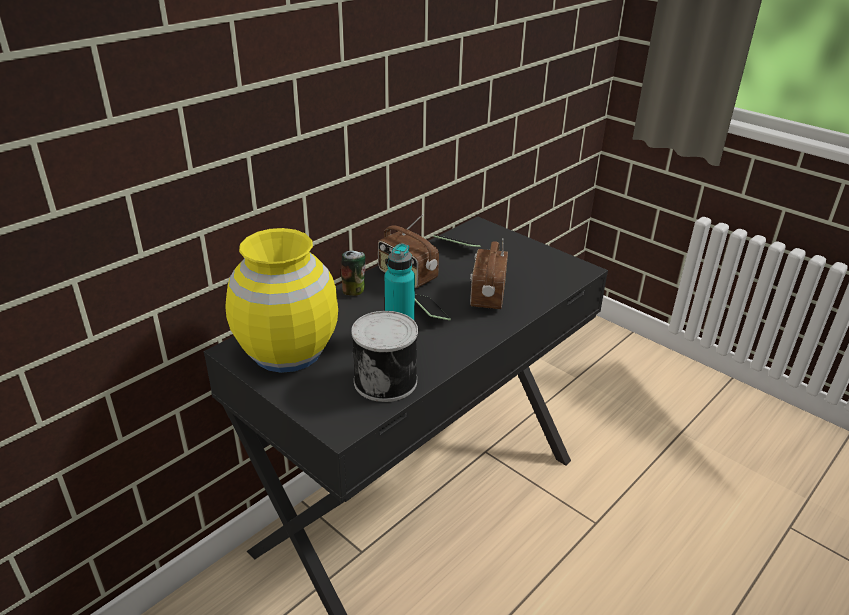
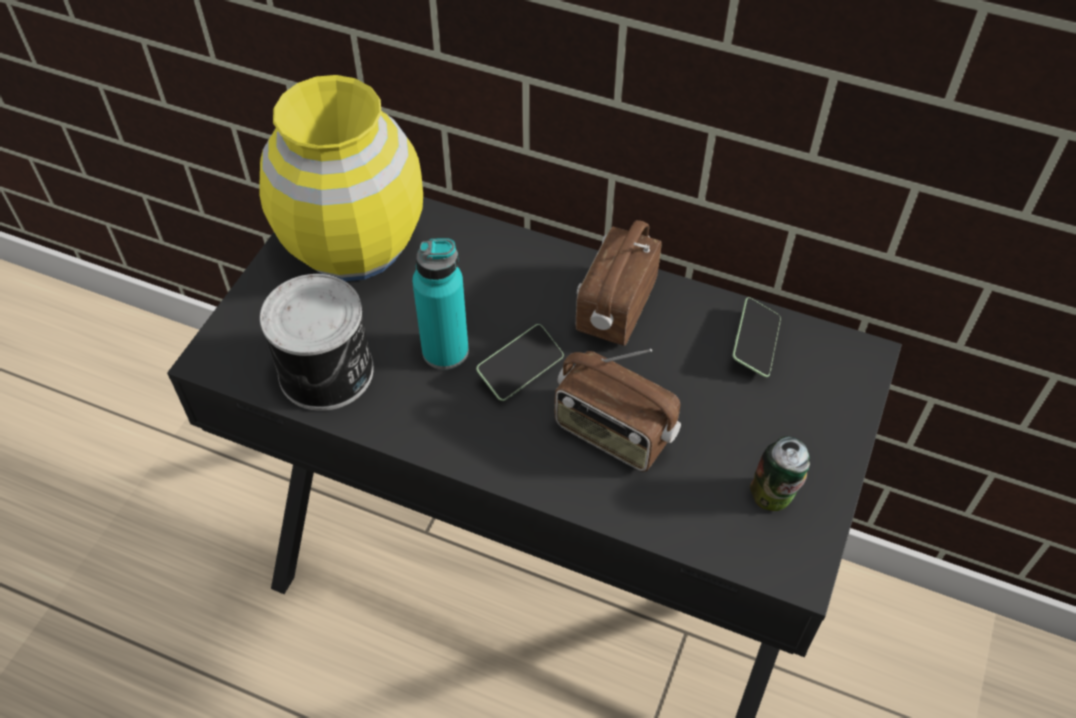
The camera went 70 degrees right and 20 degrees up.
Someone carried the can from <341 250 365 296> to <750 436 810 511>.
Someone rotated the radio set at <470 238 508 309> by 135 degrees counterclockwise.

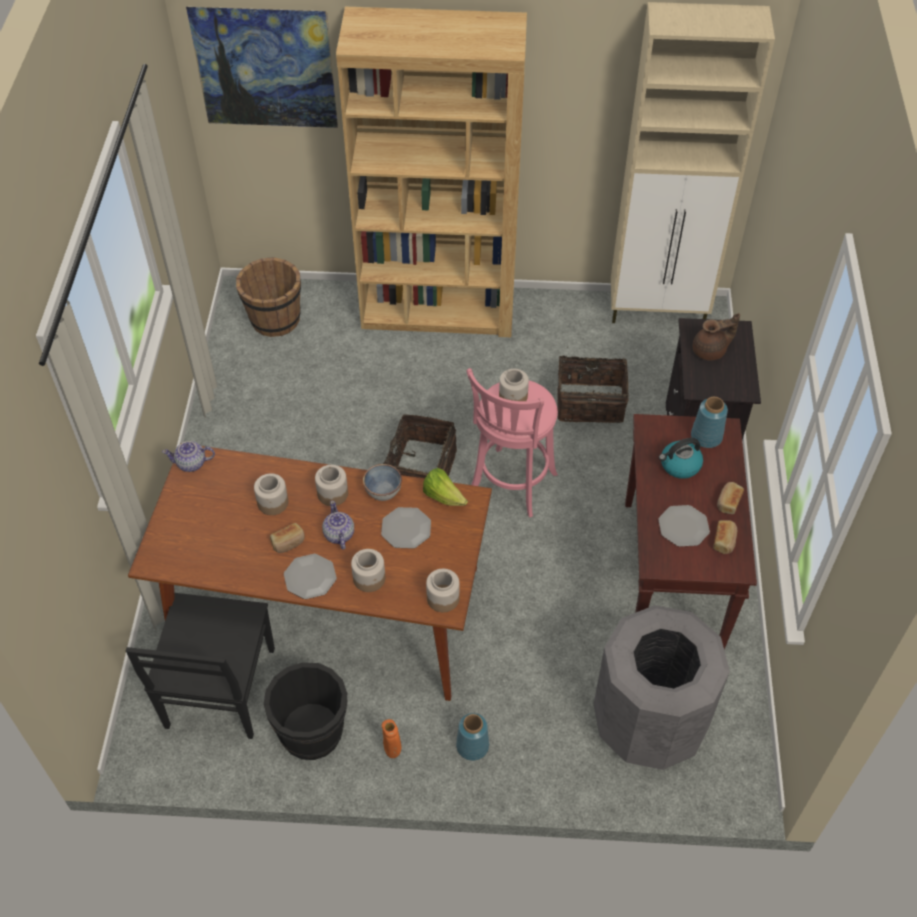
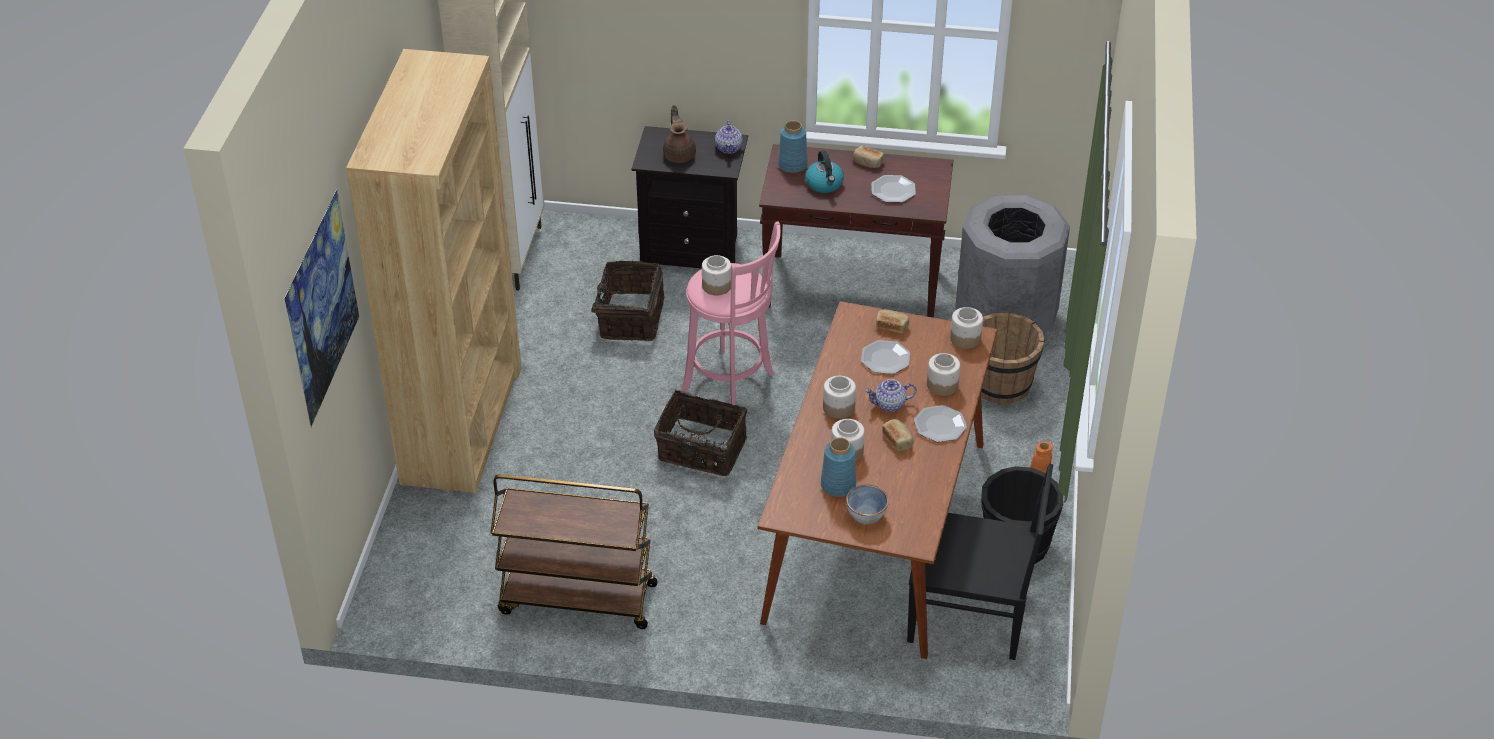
The camera went 85 degrees left and 10 degrees down.
Someone took away the lettuce at <423 468 468 506>.
Someone put down the cart in brown at <490 474 658 629>.
Someone carried the pot for tea from <162 441 215 472> to <715 120 743 154>.
Someone carried the bucket in brown from <236 257 301 337> to <981 312 1045 404>.
Someone carried the serving bowl from <363 464 402 501> to <846 485 889 524>.
Someone carried the decorative vase in bluish from <456 713 489 761> to <821 437 856 497>.
Someone carried the bread from <713 520 737 554> to <876 310 909 333>.

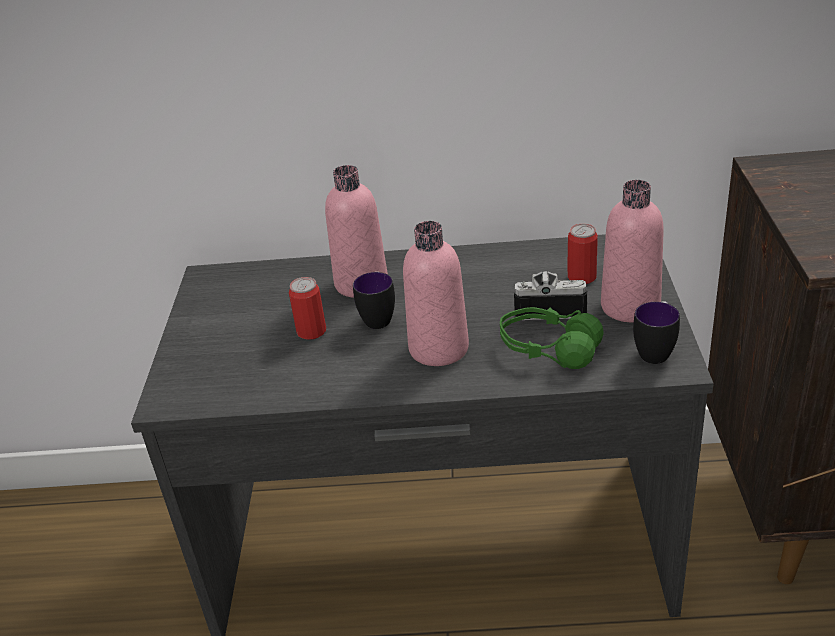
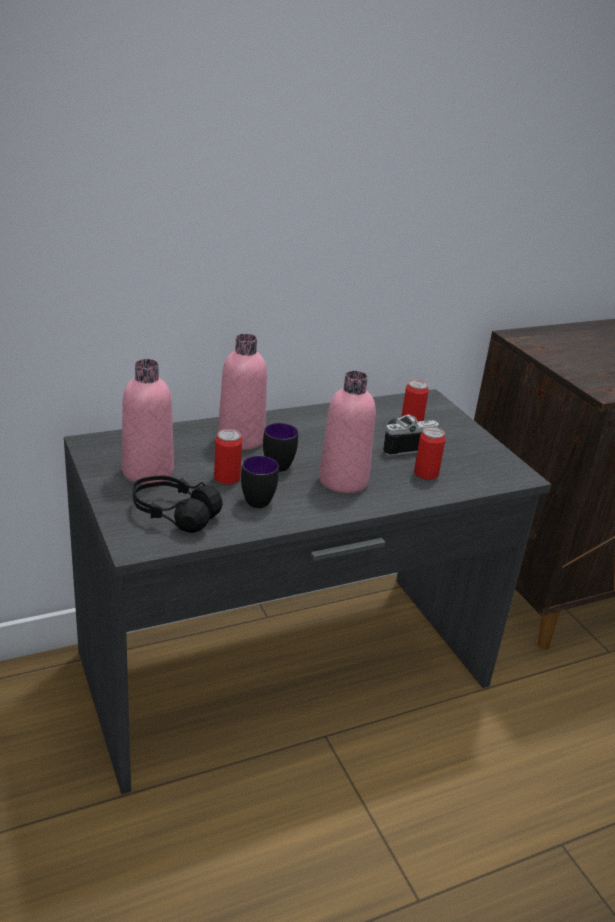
The camera went 30 degrees left and 5 degrees down.
Someone put down the headset in black at <133 475 223 533>.
Someone carried the bottle in pink-coloured from <601 180 664 322> to <122 359 174 484>.
Someone carried the coffee mug from <633 301 680 364> to <241 456 279 508>.
Someone swapped the headset in greenish at <500 307 604 369> for the can at <414 427 446 480>.

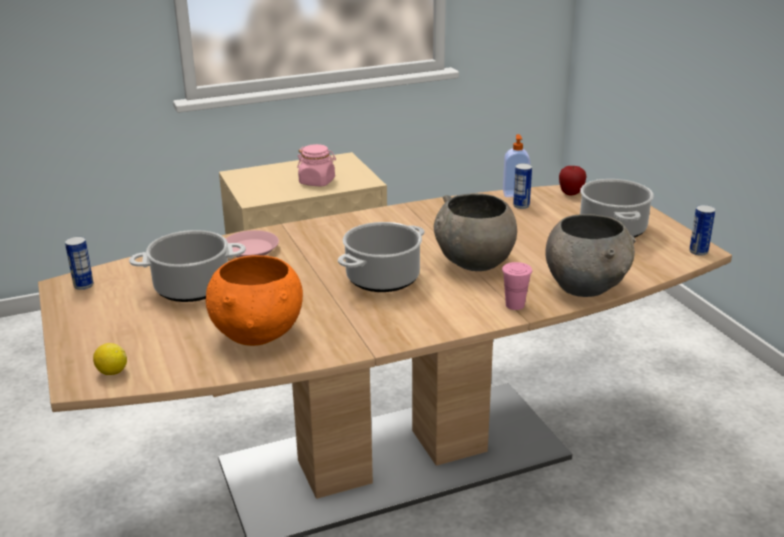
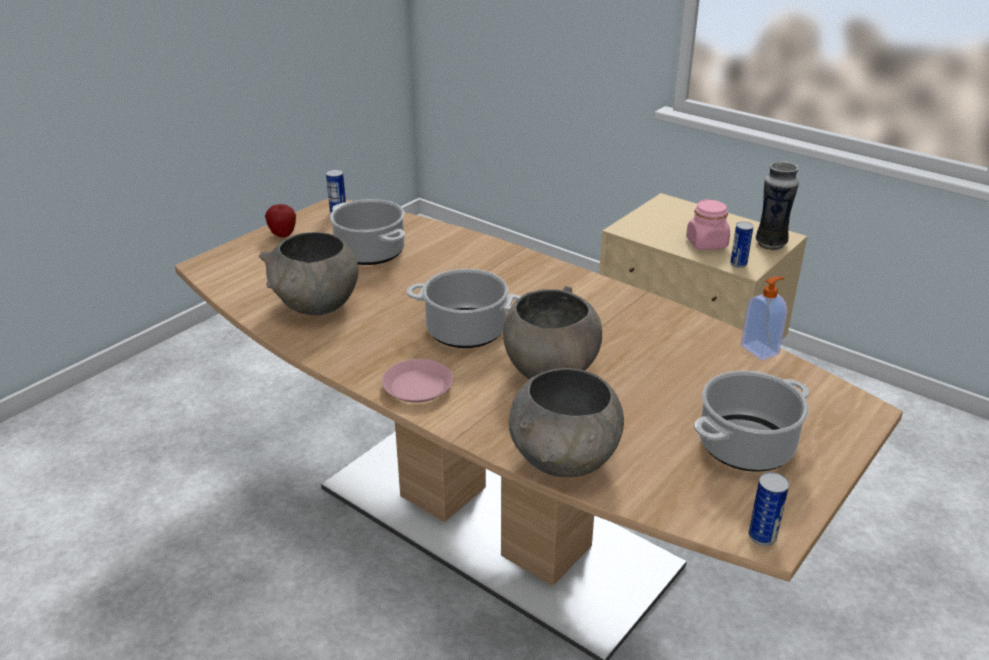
The camera went 60 degrees right and 5 degrees up.
Someone took away the whole lemon at <93 343 127 375>.
Someone took away the small cup in pink-coloured at <502 262 532 310>.
Someone put down the decorative vase at <756 161 799 250>.
Someone carried the flat dish in pink-coloured from <226 230 279 258> to <382 359 453 403>.
Someone carried the can from <513 163 532 209> to <730 222 754 268>.
Someone carried the whole apple from <559 166 587 195> to <265 204 296 237>.
Someone repainted the serving bowl in orange-coloured at <206 255 303 346>, which became the serving bowl in greyish at <259 232 358 315>.

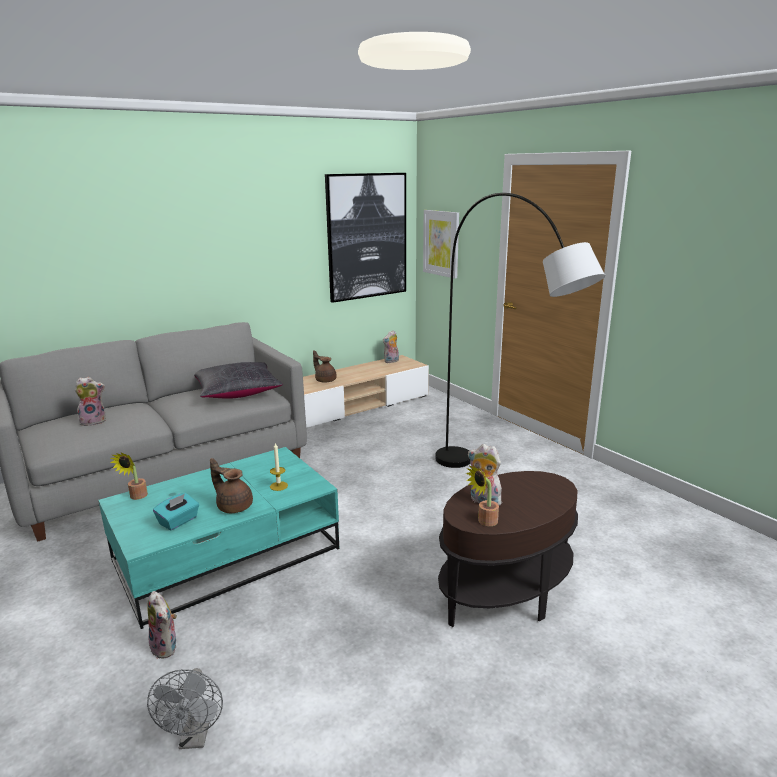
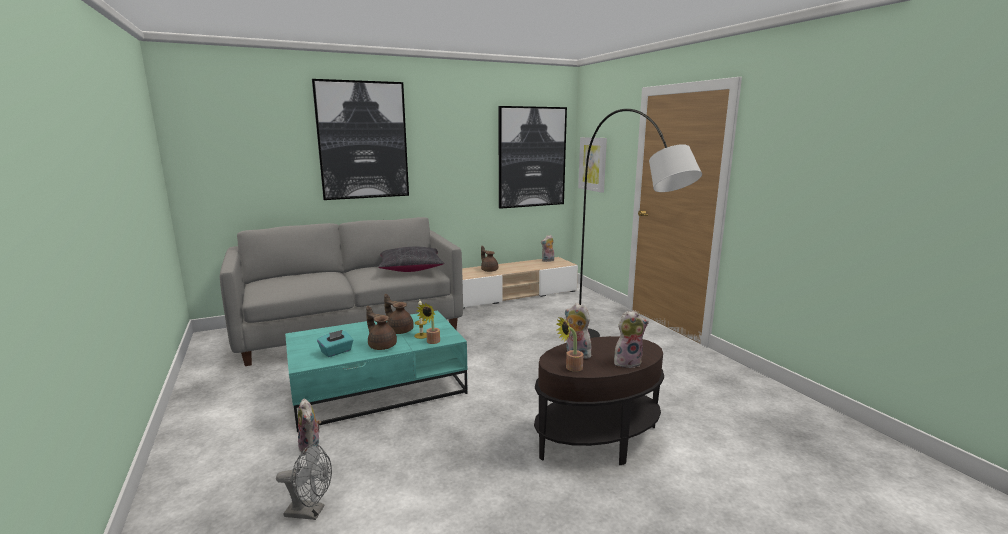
The camera went 10 degrees right and 5 degrees down.
Someone put up the picture at <312 79 409 200>.
Someone put down the pot for tea in brown at <384 294 414 334>.
Someone carried the soft toy from <75 377 106 427> to <614 311 649 368>.
Someone carried the houseplant from <110 452 148 500> to <416 303 440 344>.
Someone rotated the electric fan in greyish at <147 668 223 749> by 90 degrees counterclockwise.

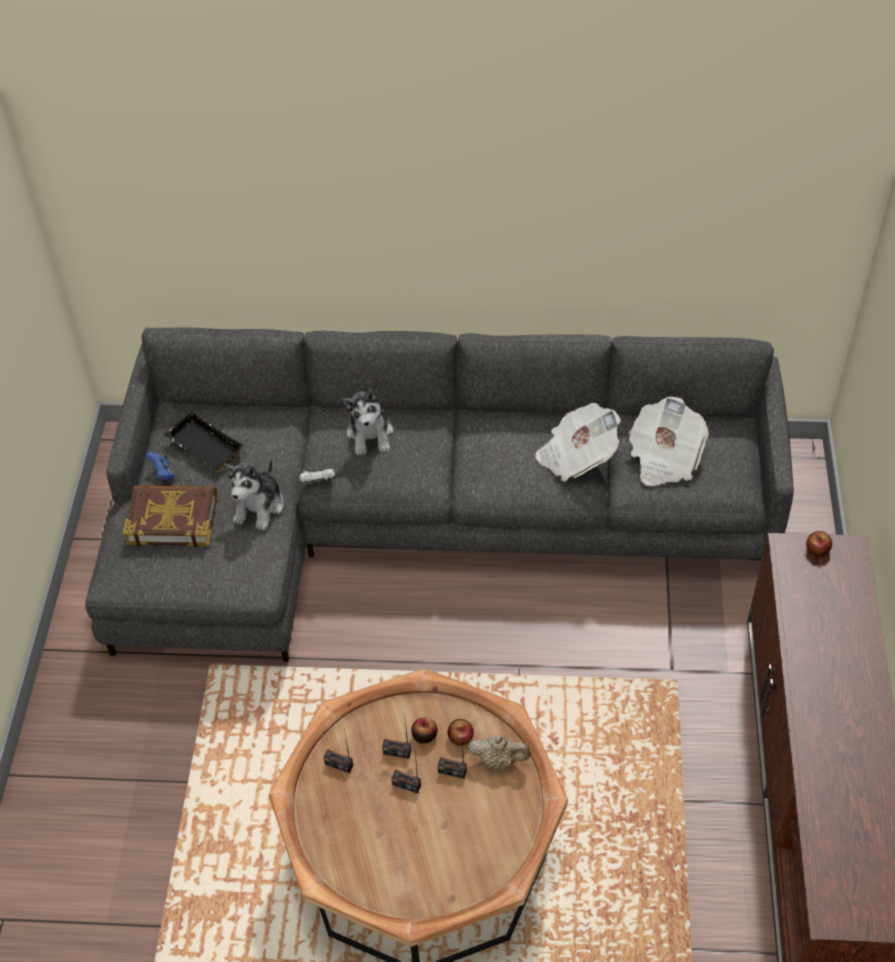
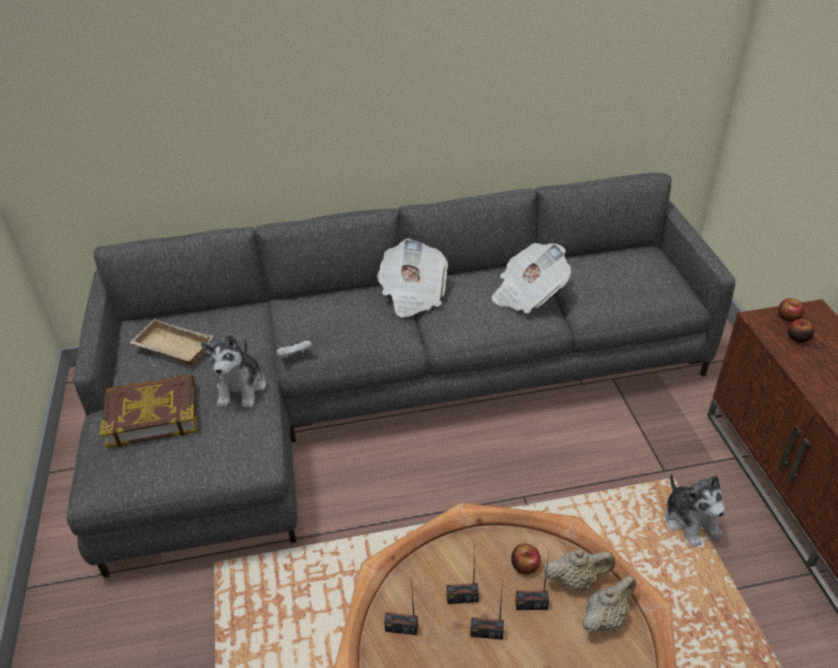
The camera went 15 degrees left and 10 degrees down.
Someone took away the joypad in bluish at <146 452 175 480>.
Someone put down the pot for tea in sand-coloured at <583 575 636 633>.
Someone carried the soft toy from <342 387 393 455> to <665 473 725 547>.
Someone carried the whole apple from <411 717 437 744> to <787 319 814 343>.
Someone carried the printed paper from <628 397 709 486> to <377 238 448 317>.
Someone repainted the carrying tray in black at <163 411 243 471>, which became the carrying tray in sand-coloured at <129 319 213 365>.

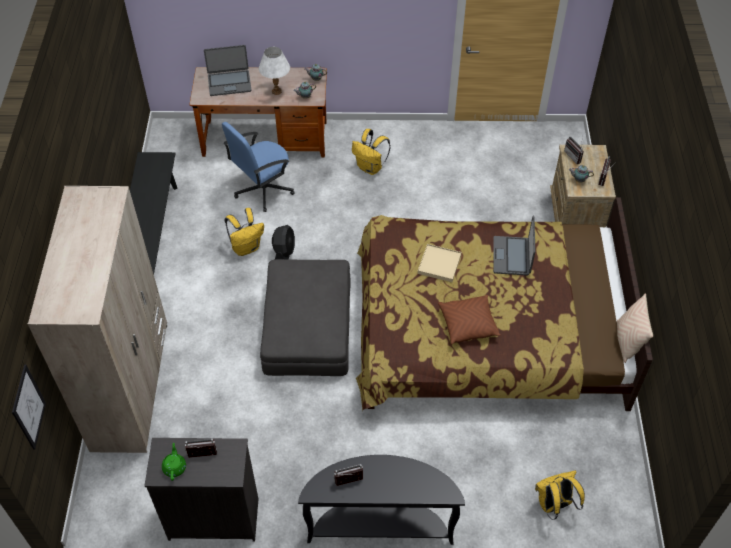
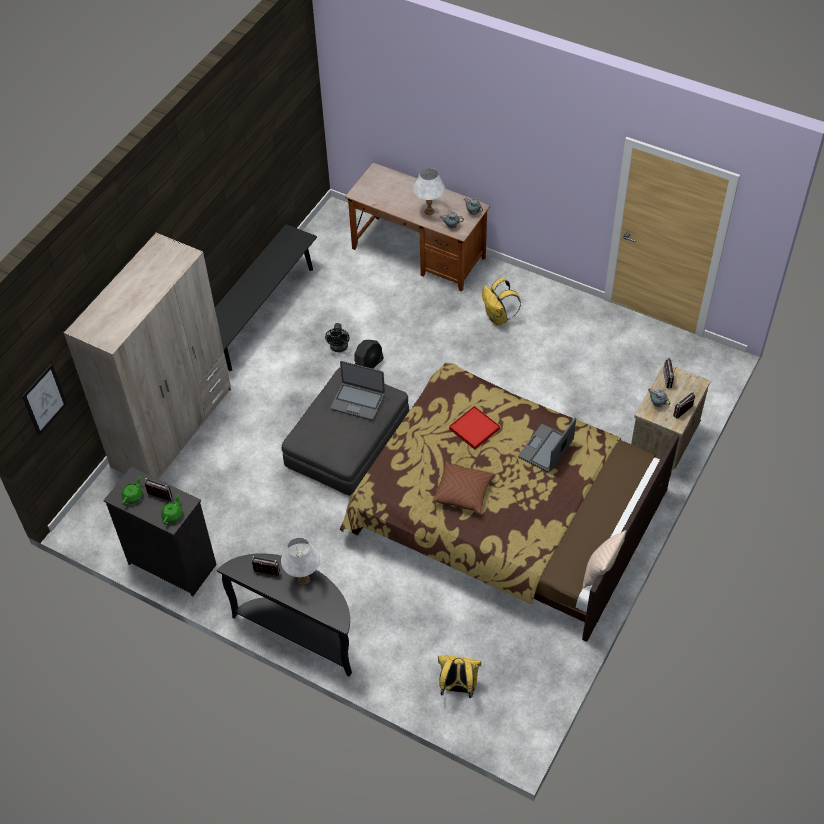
The camera went 30 degrees right and 0 degrees up.
Someone took away the desk chair in bluish at <222 122 295 212>.
Someone put down the pot for tea in greenish at <161 494 183 525>.
Someone put down the table lamp in white-coloured at <281 538 320 585>.
Someone carried the notebook computer from <204 45 252 96> to <331 361 385 420>.
Someone swapped the knapsack in yellowish at <225 208 264 256> for the electric fan in black at <325 323 350 352>.
Someone repainted the carrying tray in sand-coloured at <418 244 462 282>, which became the carrying tray in red-coloured at <449 406 500 450>.

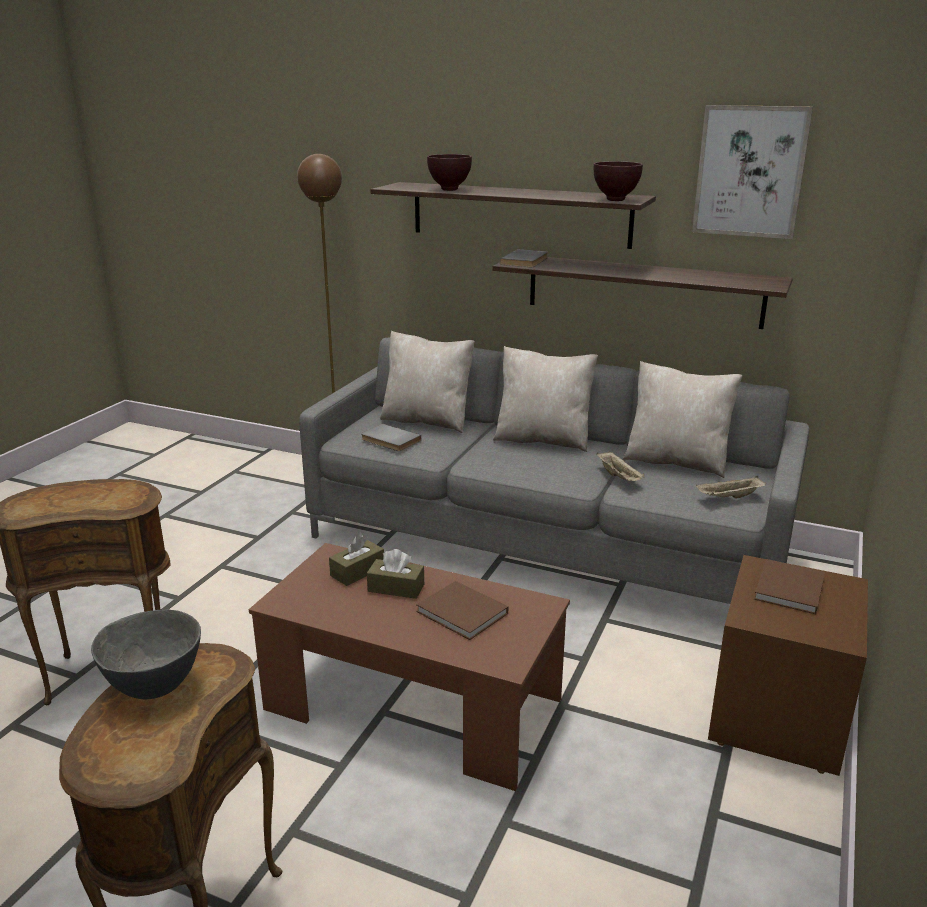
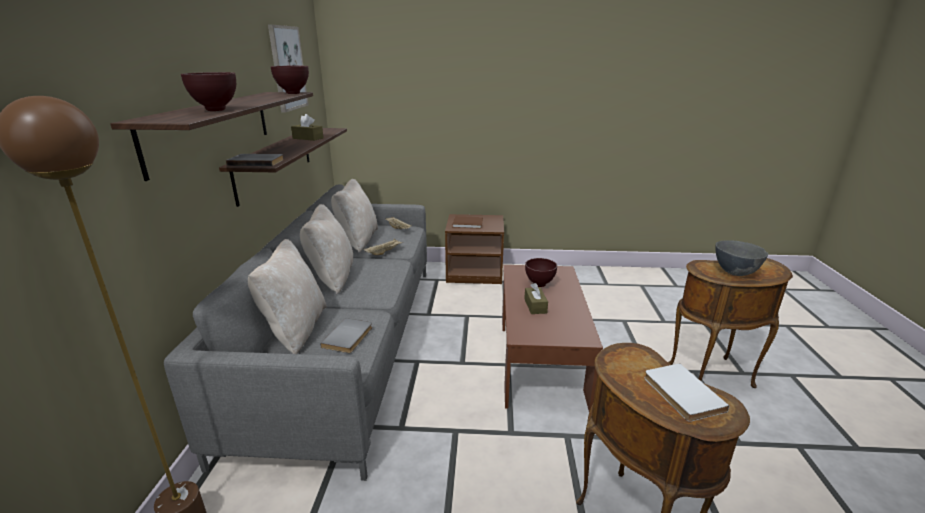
The camera went 110 degrees left and 0 degrees up.
Someone put down the book in white-coloured at <644 363 729 422>.
Someone carried the tissue box in brown from <329 535 384 586> to <291 114 324 141>.
Someone swapped the book in brown at <416 581 508 640> for the serving bowl in brown at <525 258 557 287>.

